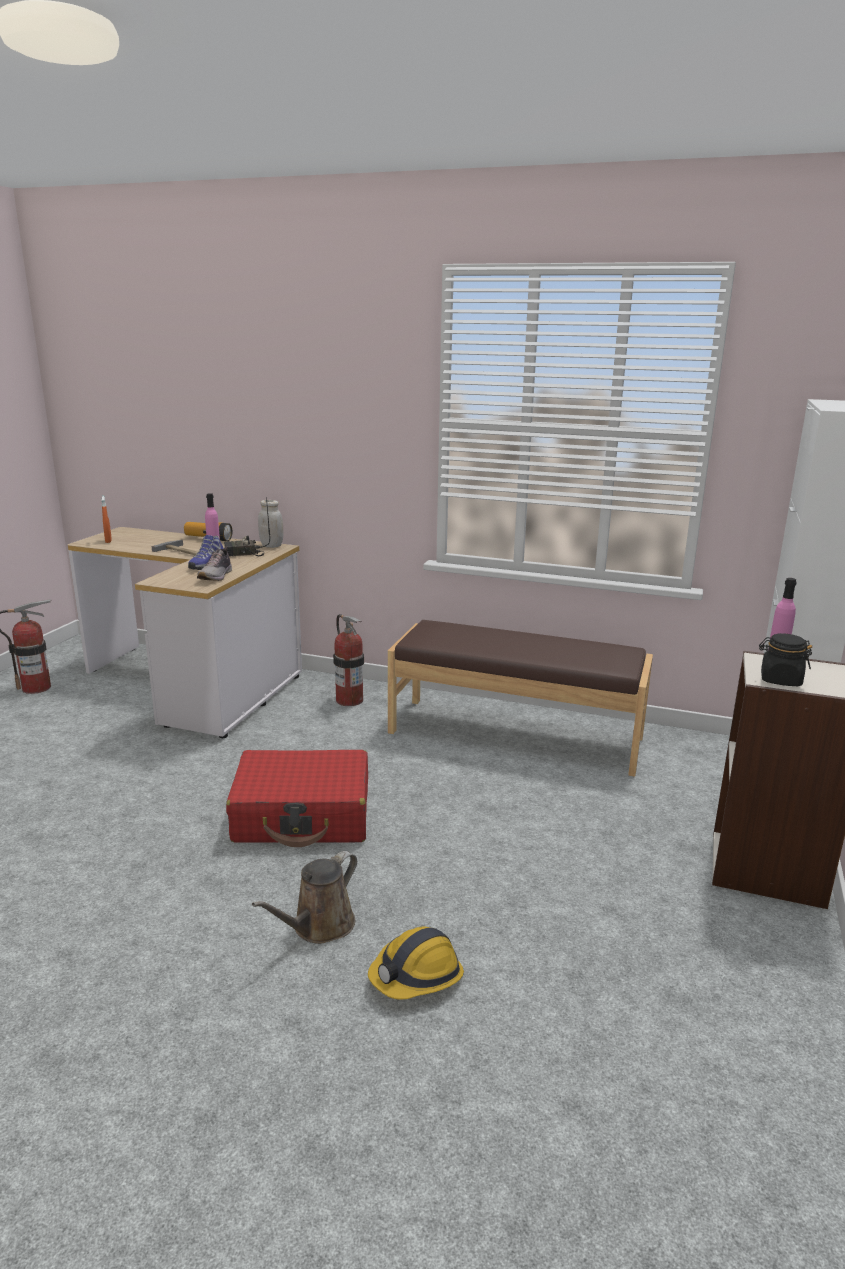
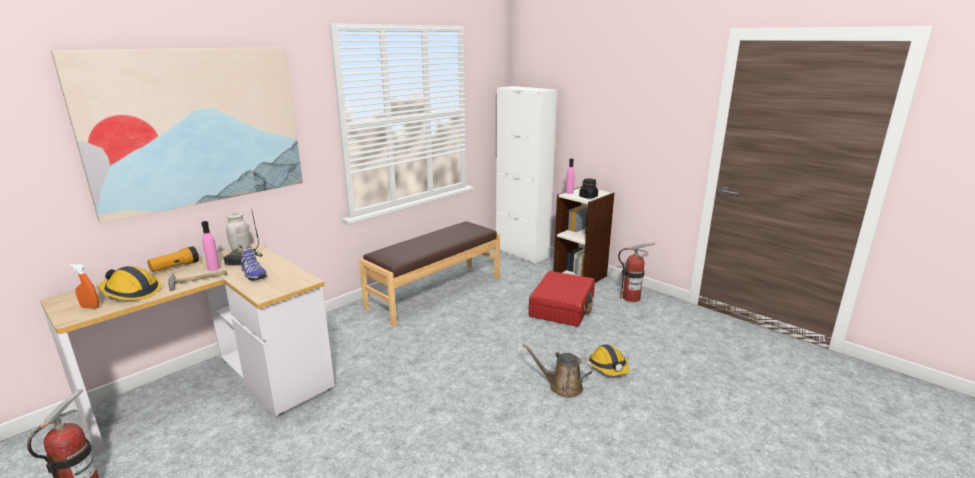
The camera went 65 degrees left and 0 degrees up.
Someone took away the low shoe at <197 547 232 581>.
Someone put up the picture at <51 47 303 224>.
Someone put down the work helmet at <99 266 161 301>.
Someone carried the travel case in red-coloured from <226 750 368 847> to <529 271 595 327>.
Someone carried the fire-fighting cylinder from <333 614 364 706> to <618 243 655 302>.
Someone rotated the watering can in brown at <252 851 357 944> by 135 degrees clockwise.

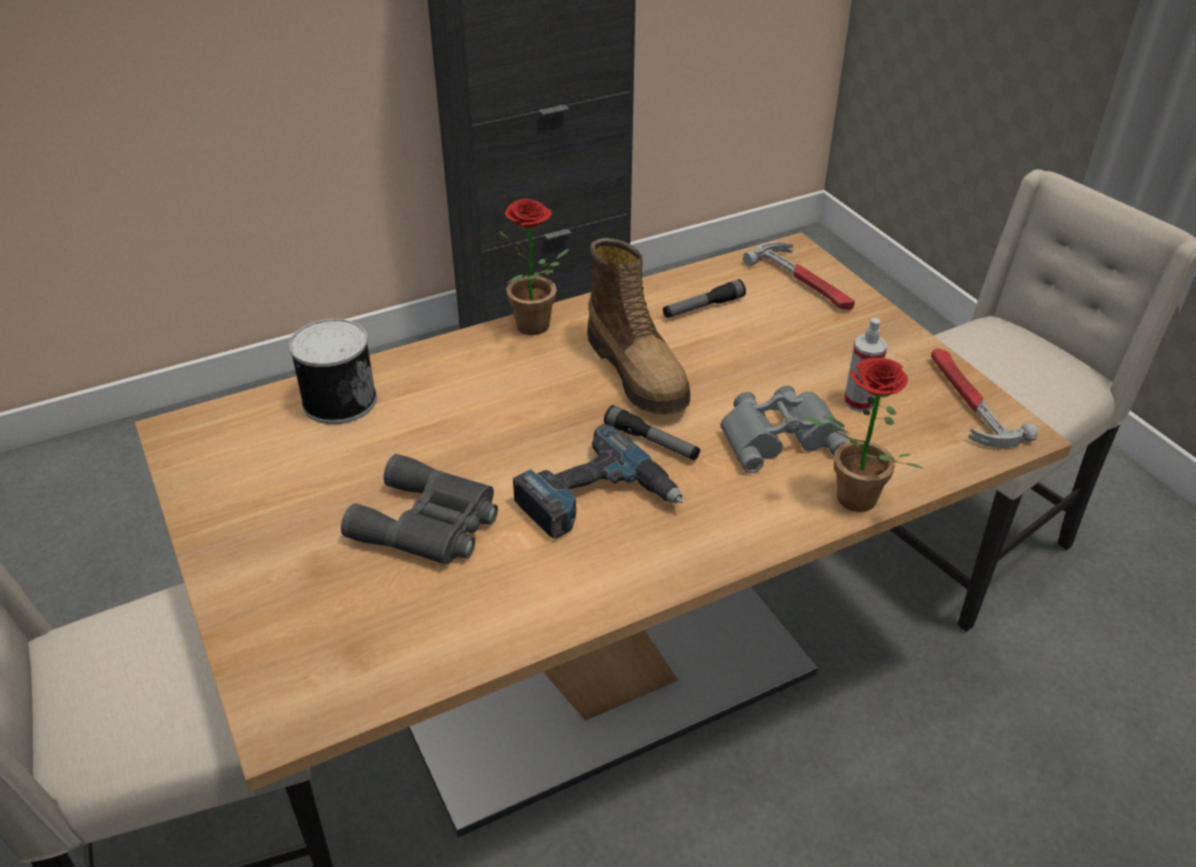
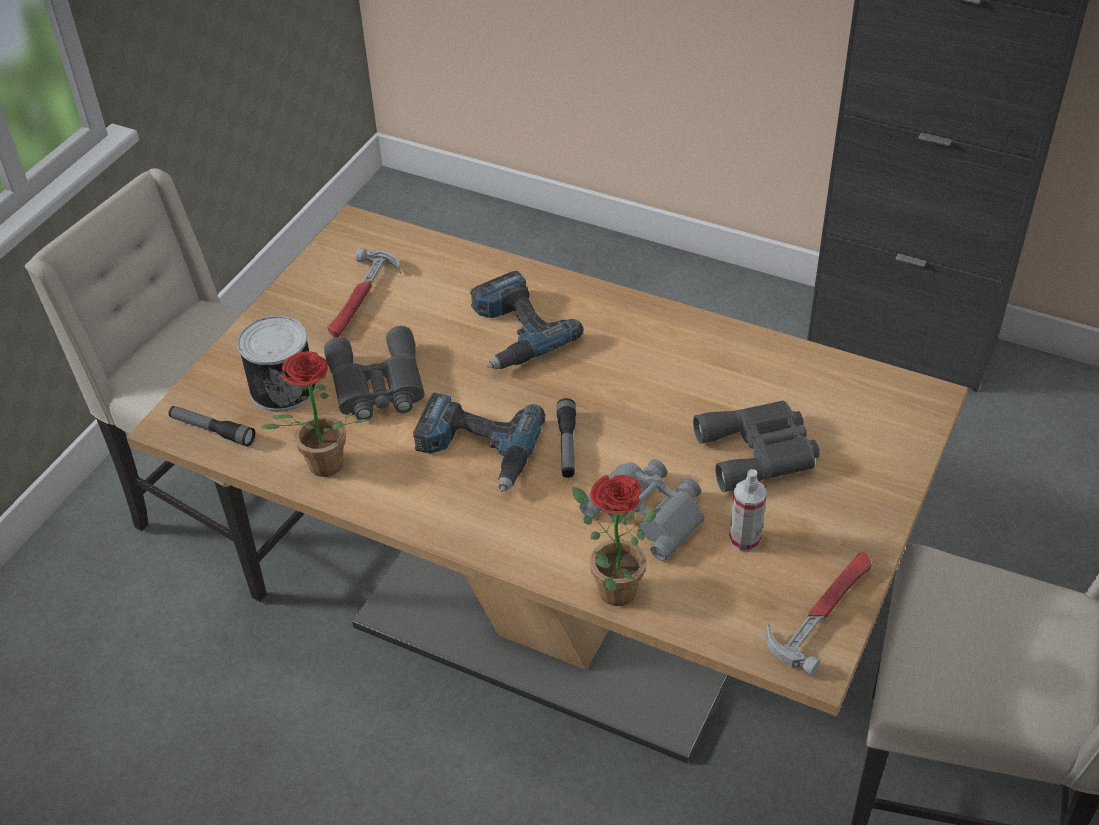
The camera went 55 degrees right and 5 degrees up.
Someone took away the tall boot at <587 238 690 415>.
Someone put down the drill at <470 271 583 369>.
Someone put down the pair of binoculars in greyish at <693 400 819 492>.
Someone carried the can from <289 319 377 424> to <237 316 317 412>.
Someone carried the houseplant from <500 199 569 335> to <262 351 370 477>.
Someone carried the torch from <663 279 746 318> to <169 406 255 446>.
Someone carried the hammer from <743 242 855 310> to <327 248 401 338>.

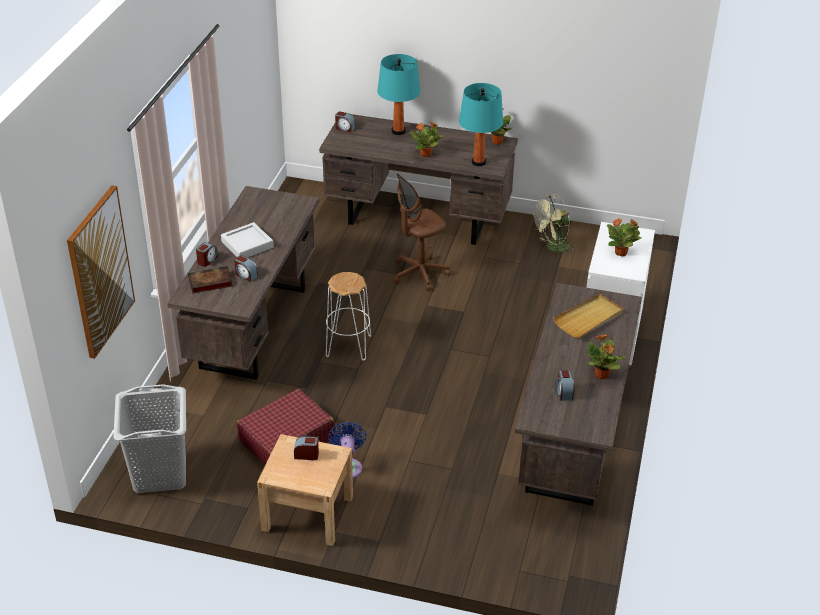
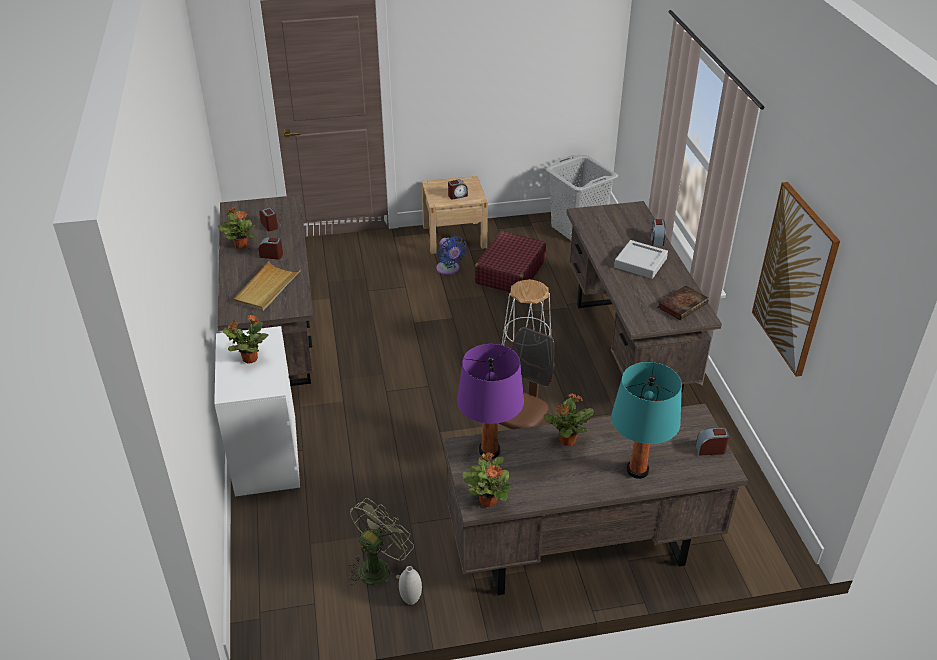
The camera went 155 degrees right and 0 degrees up.
Someone carried the picture from <67 185 135 359> to <752 182 840 377>.
Someone carried the book from <188 266 233 294> to <657 286 709 320>.
Someone carried the table clock from <234 255 258 282> to <259 237 283 259>.
Someone repainted the table lamp in turquoise-coloured at <459 83 503 166>, which became the table lamp in purple at <457 344 524 459>.

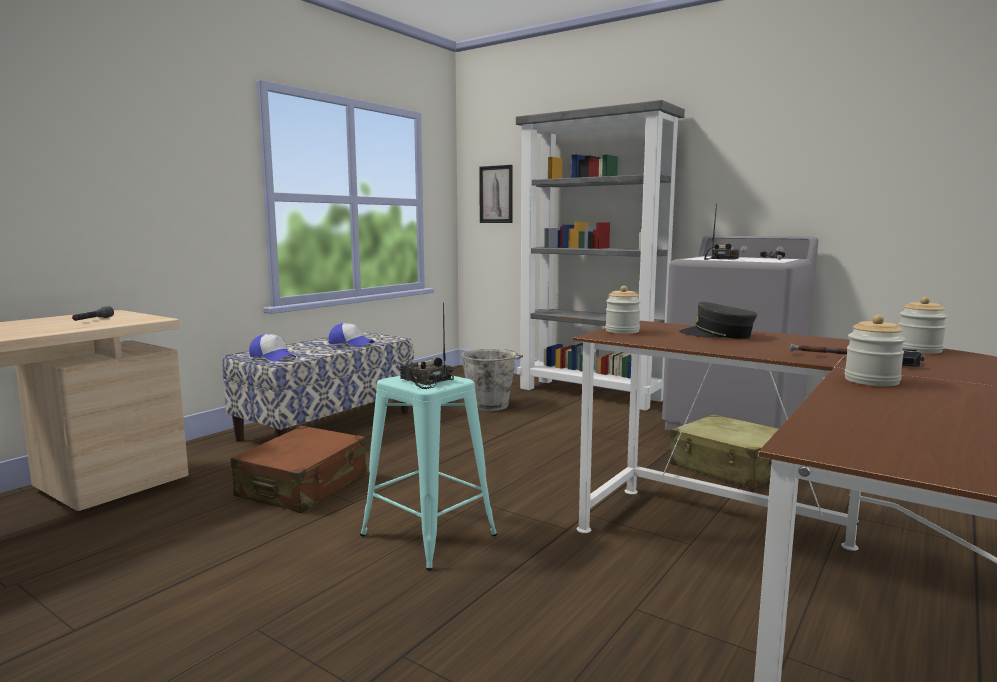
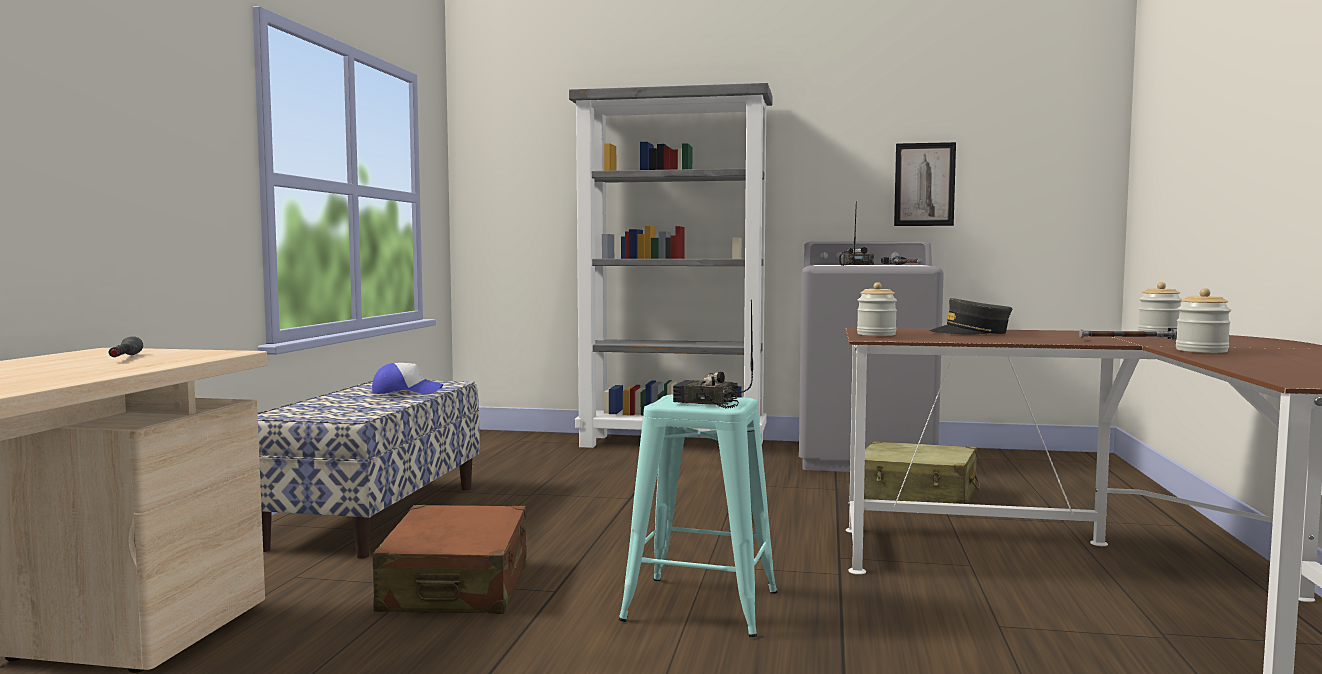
The camera went 25 degrees left and 5 degrees down.
Someone took away the cap at <249 334 296 362>.
Someone took away the bucket in greyish at <461 349 523 411>.
Someone carried the picture from <479 165 513 223> to <894 142 956 226>.

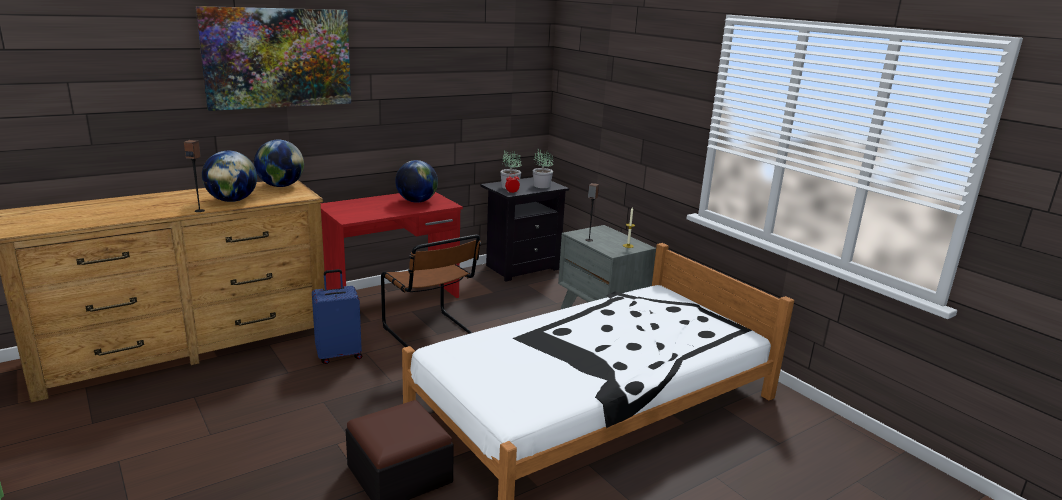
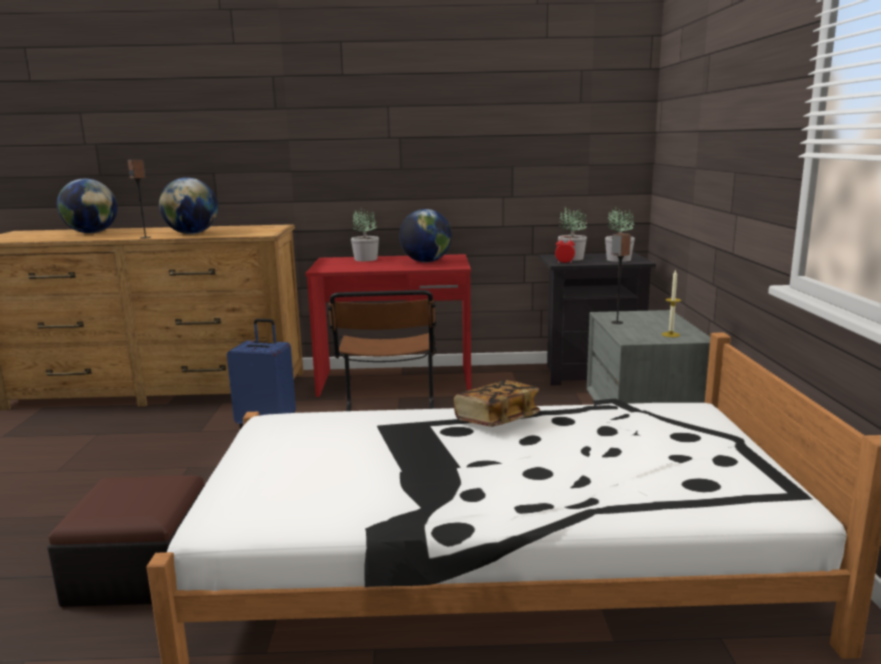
The camera went 35 degrees right and 5 degrees down.
Someone took away the picture at <196 6 351 111>.
Someone put down the houseplant at <351 208 379 261>.
Someone put down the book at <454 380 540 427>.
Someone carried the globe from <254 140 304 187> to <57 179 117 233>.

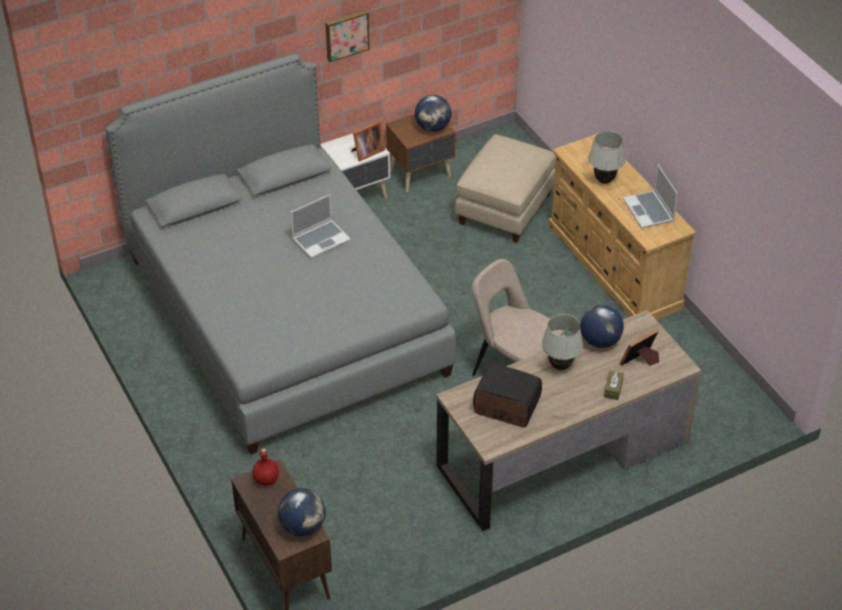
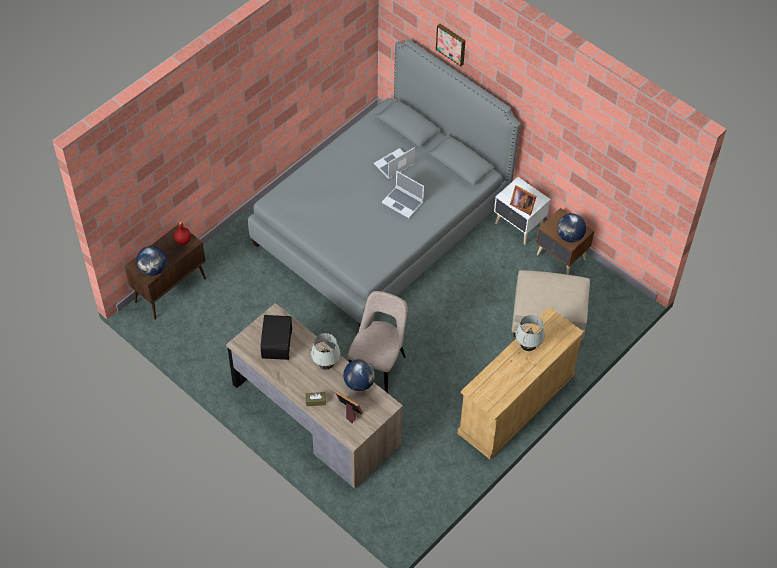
The camera went 70 degrees right and 10 degrees up.
Someone carried the picture from <325 10 370 62> to <436 24 465 66>.
Someone carried the notebook computer from <623 164 678 228> to <374 147 415 179>.

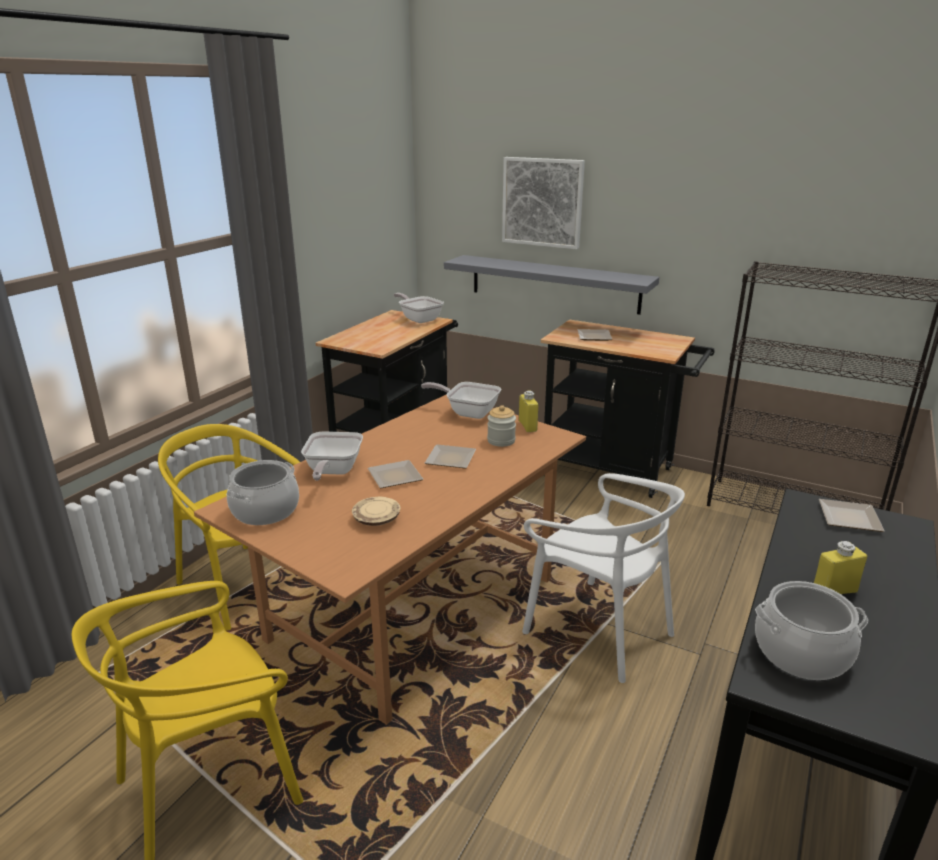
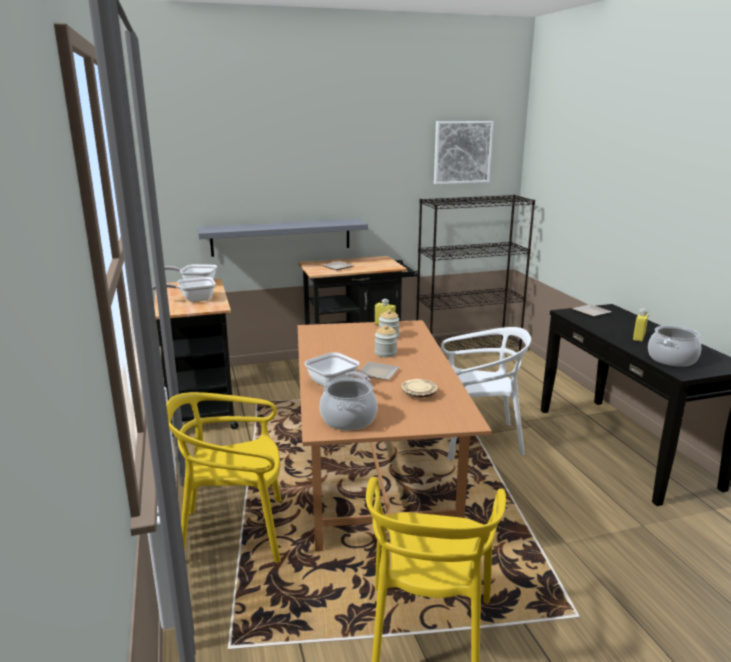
The camera went 45 degrees left and 5 degrees down.
Someone carried the frying pan from <421 382 501 419> to <152 277 216 302>.
Someone carried the picture from <502 157 585 249> to <434 121 493 185>.
Someone swapped the flat dish at <425 444 476 469> for the jar at <375 325 397 357>.

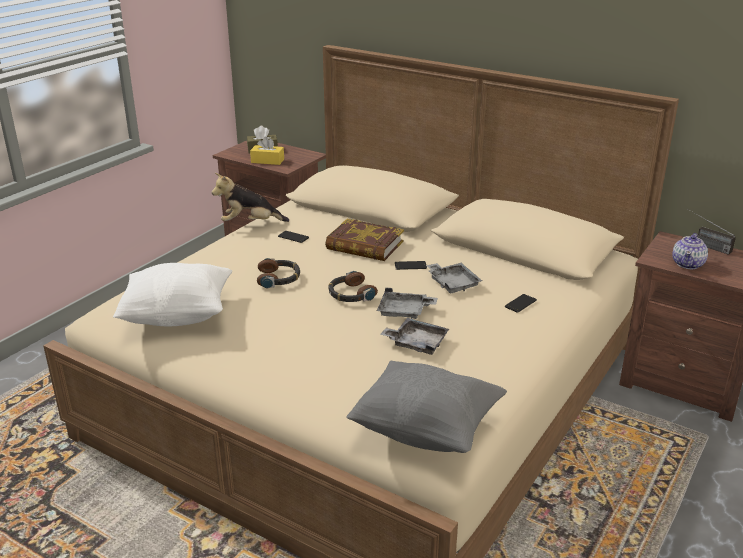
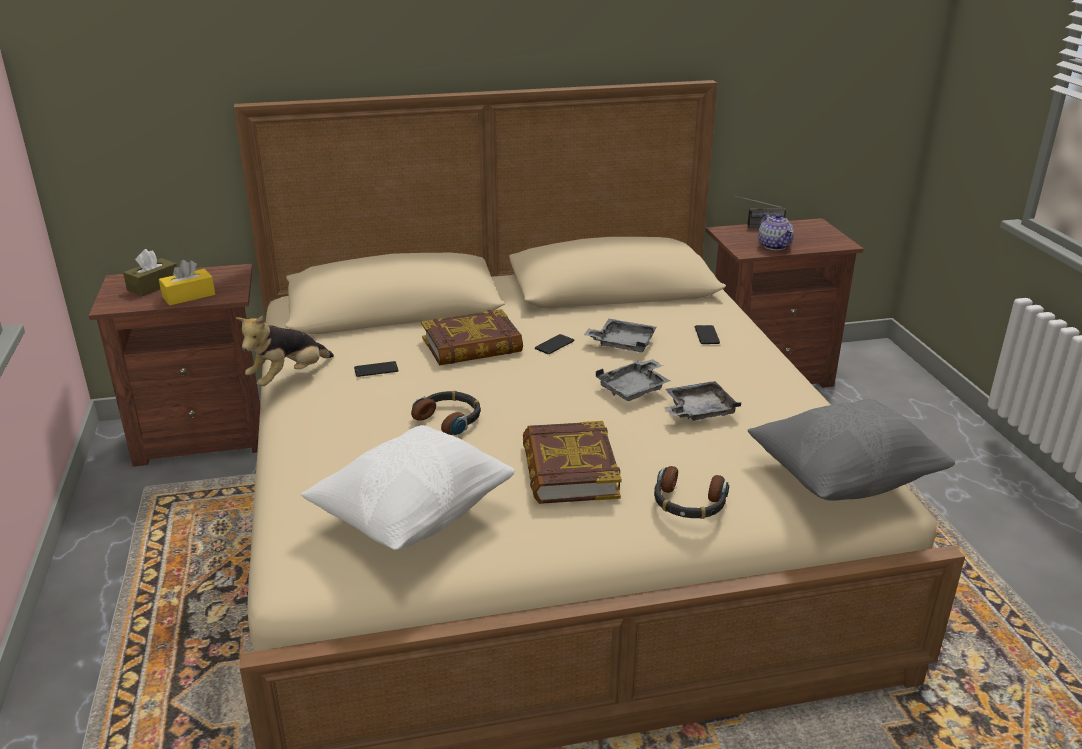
The camera went 45 degrees left and 0 degrees up.
Someone put down the book at <523 421 622 504>.
Someone carried the headset from <328 271 378 302> to <654 466 729 519>.

